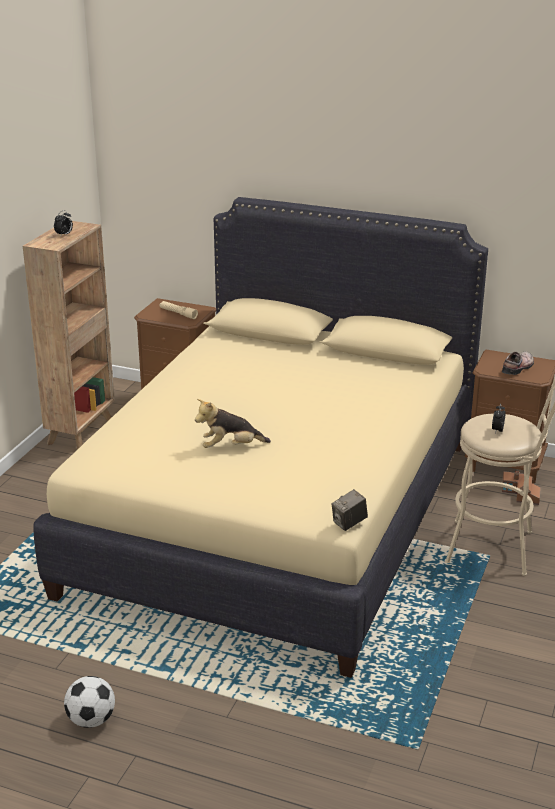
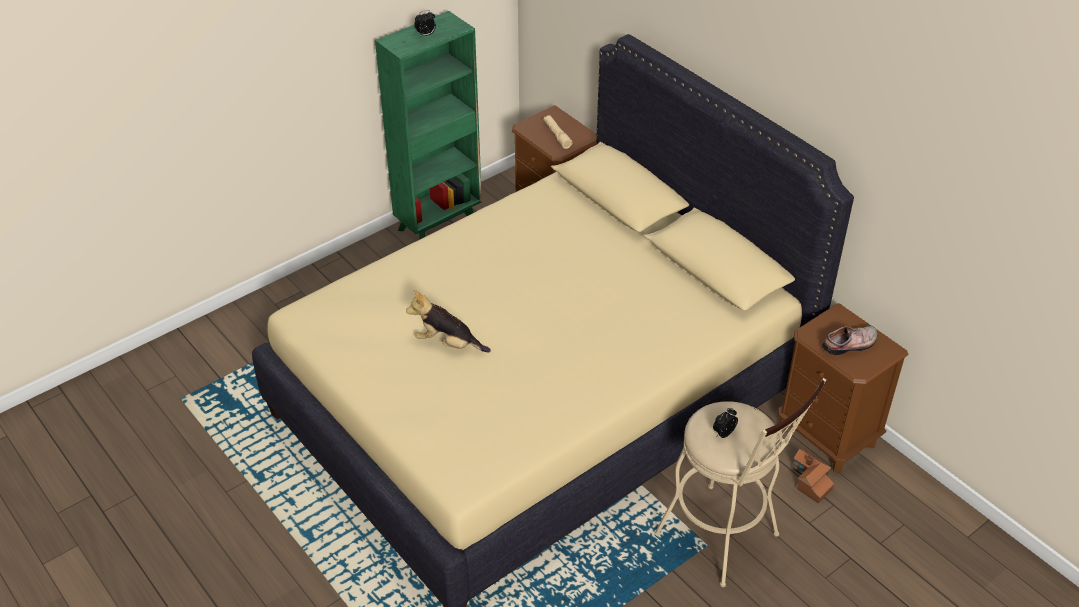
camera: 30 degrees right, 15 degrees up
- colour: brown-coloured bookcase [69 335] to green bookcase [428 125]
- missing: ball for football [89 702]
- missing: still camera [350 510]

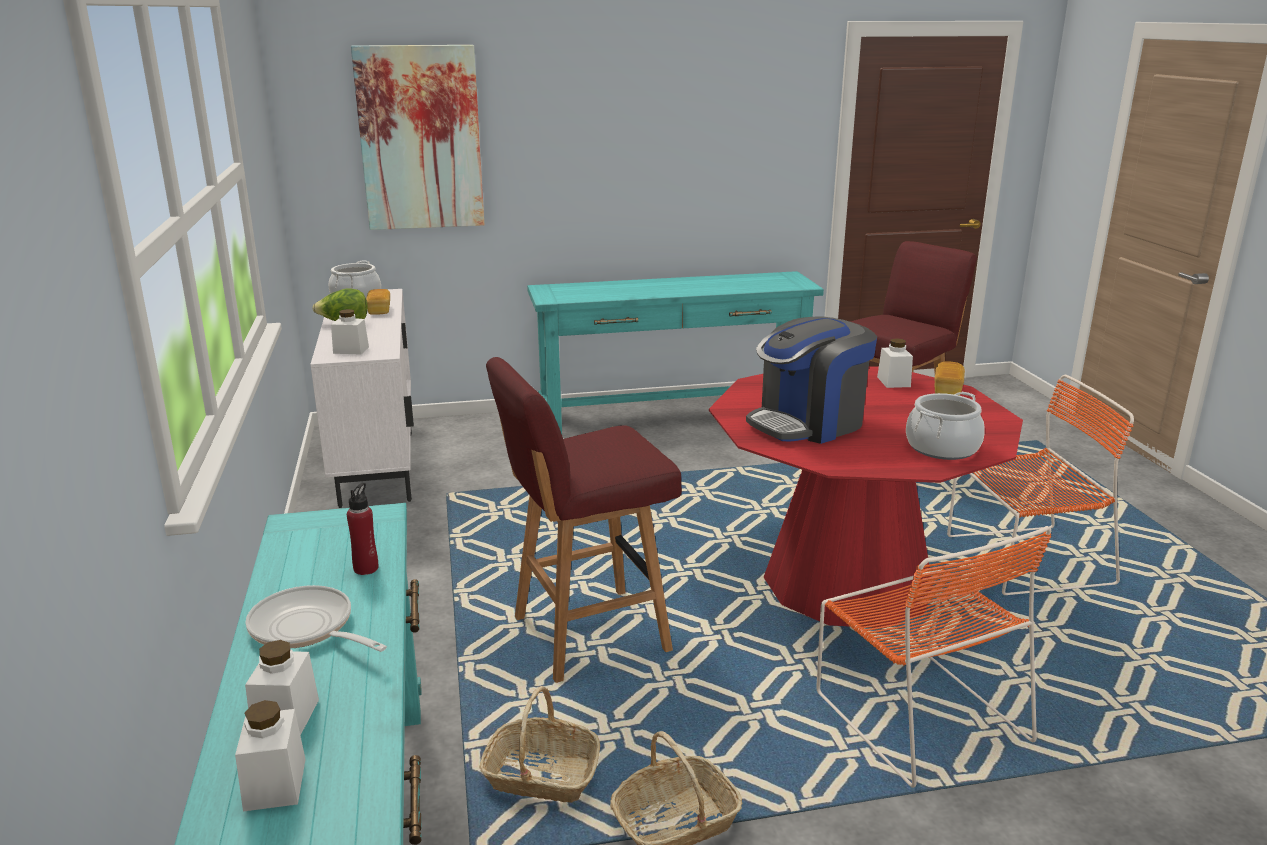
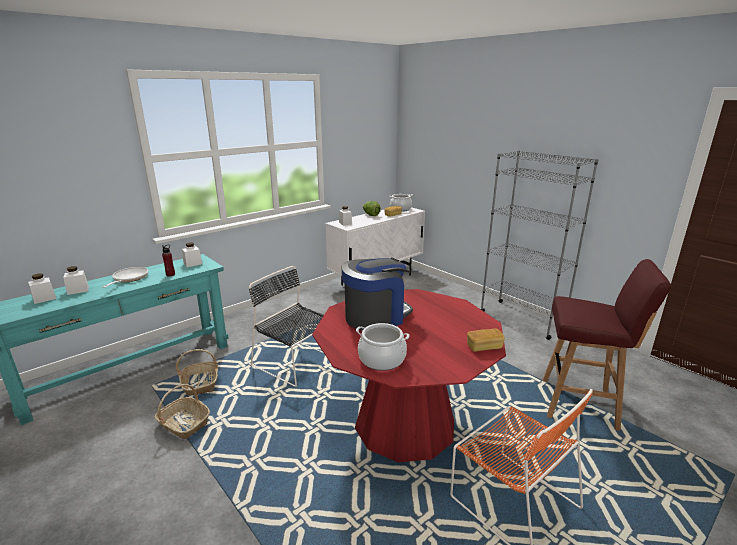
camera: 60 degrees right, 0 degrees up
- missing: wall picture [418 137]
- exchanged: red-coloured stool [584 520] to black plain chair [286 326]
- exchanged: turquoise console table [675 352] to greyish bookcase [540 245]
- spun: coffee brewer [811 380] = [377 294] 120 degrees clockwise
- missing: orangey plain chair [934 657]
- relocated: white-coloured jar [895 363] to [192 254]

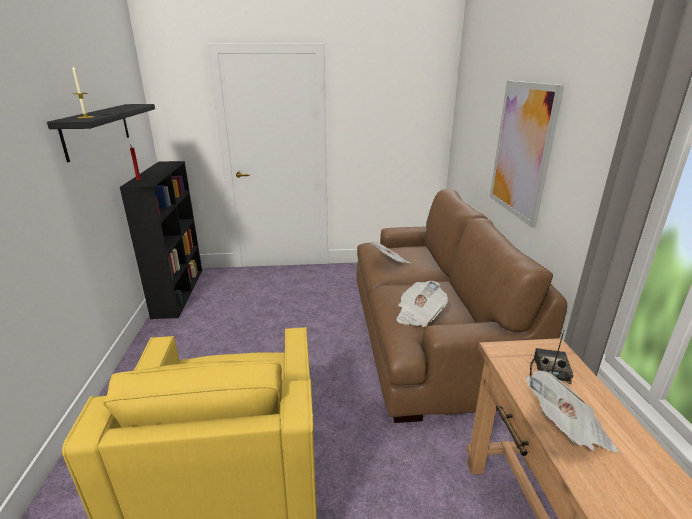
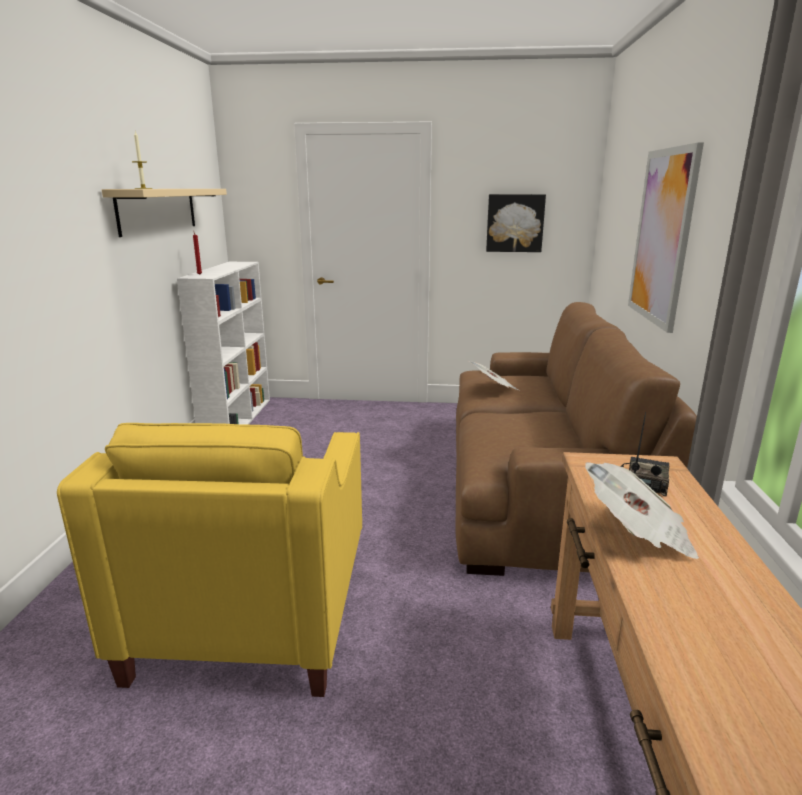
camera: 10 degrees right, 5 degrees down
- colour: black bracket shelf [101 133] to beige-coloured bracket shelf [164 213]
- colour: black bookcase [161 240] to white-coloured bookcase [223 343]
- missing: printed paper [422 304]
- appeared: wall picture [516 223]

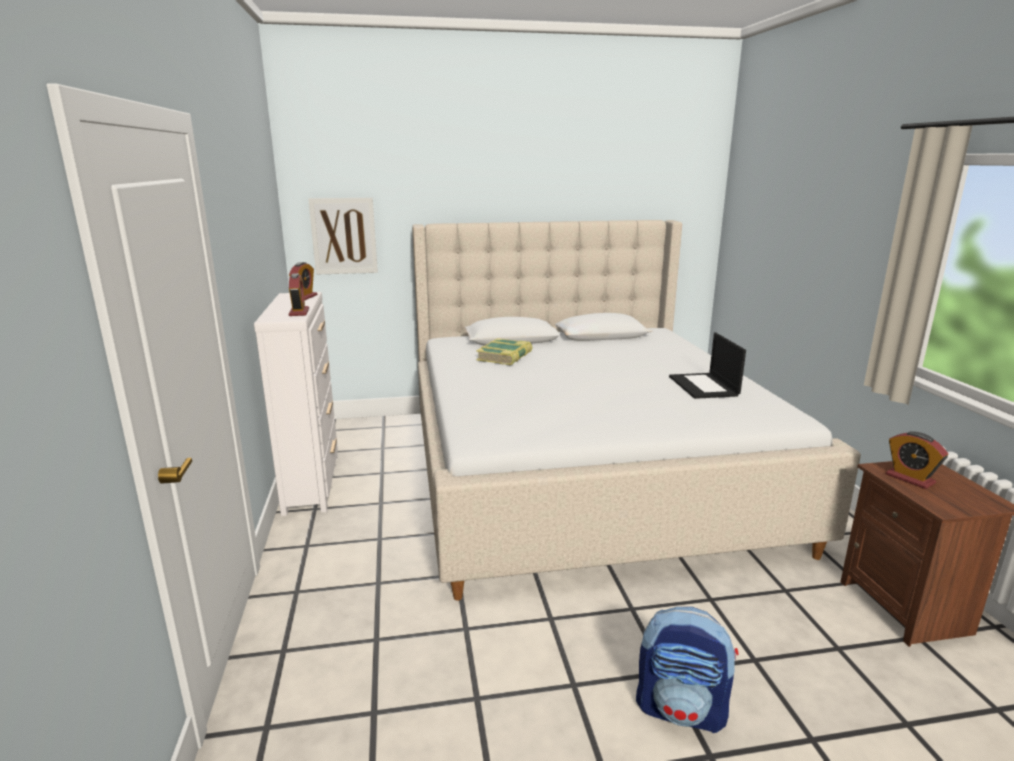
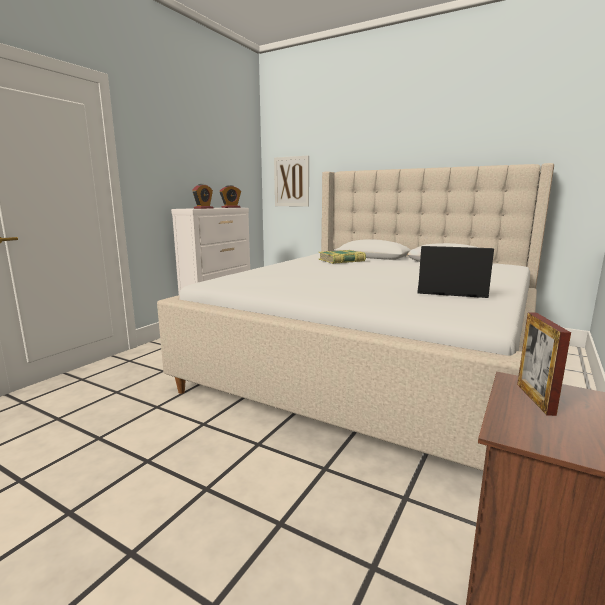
camera: 40 degrees right, 5 degrees down
- missing: rucksack [687 670]
- spun: notebook computer [707 366] = [455 272] 75 degrees clockwise
- exchanged: bedside clock [917 460] to standing frame [544 364]

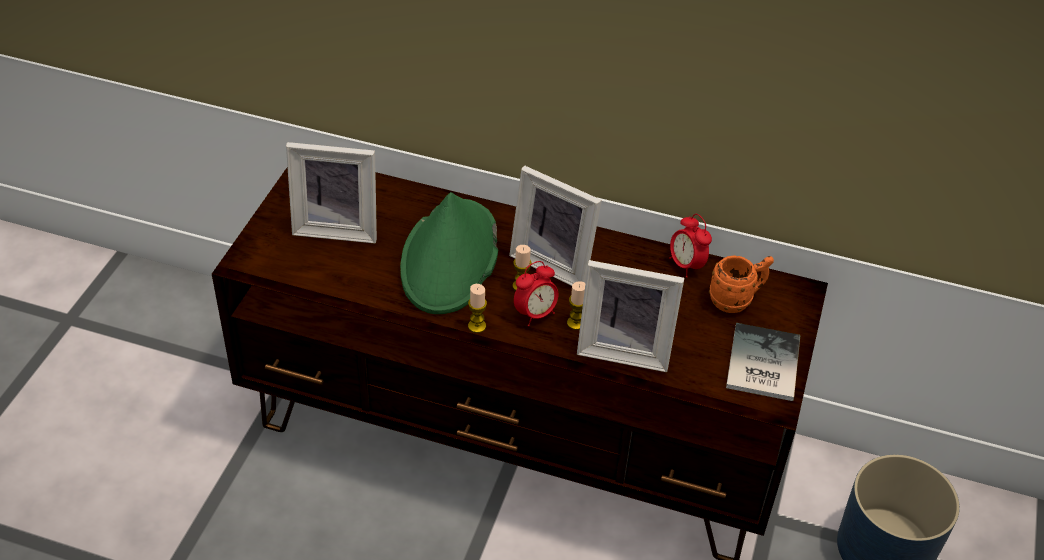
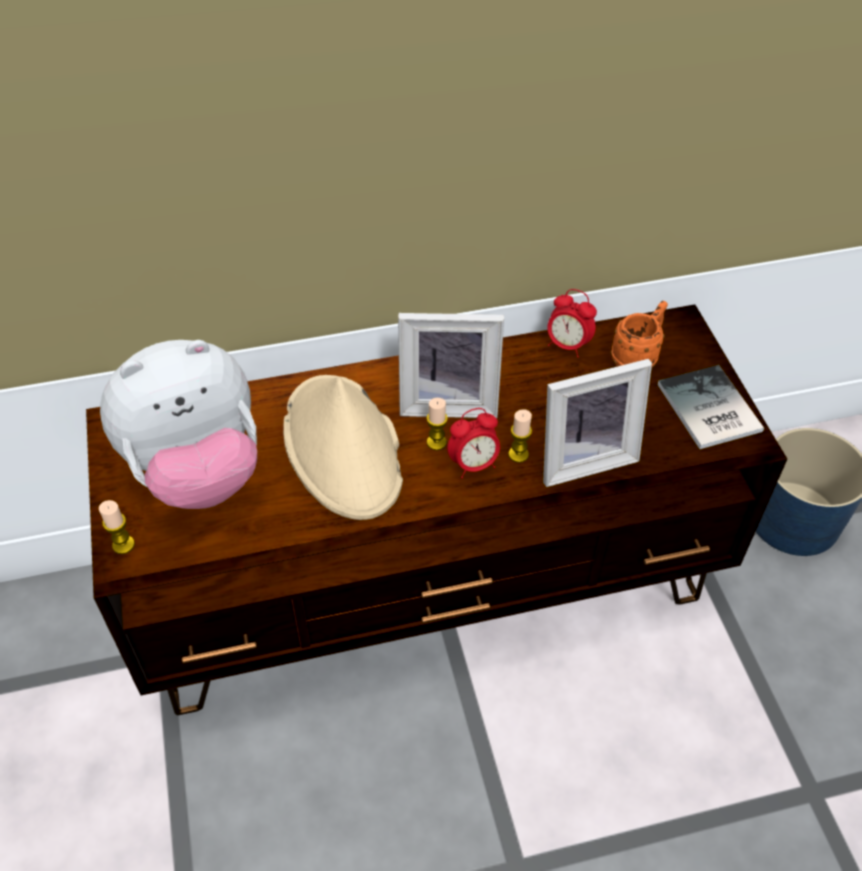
camera: 30 degrees left, 5 degrees up
- exchanged: standing frame [331 192] to soft toy [178 424]
- colour: green hat [449 253] to beige-coloured hat [343 447]
- relocated: candle [477 308] to [117 527]
- spun: bedside clock [536 293] = [473 443] 45 degrees clockwise

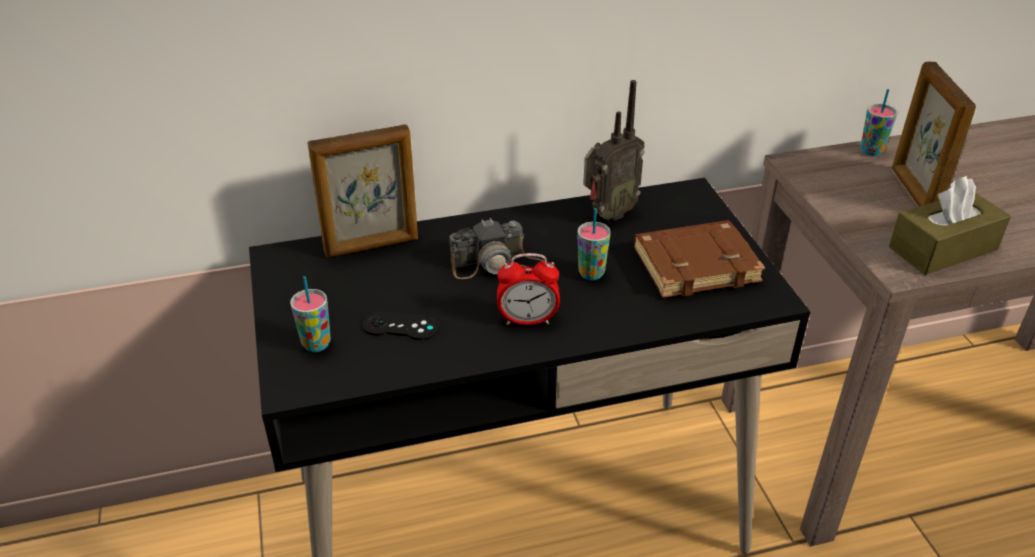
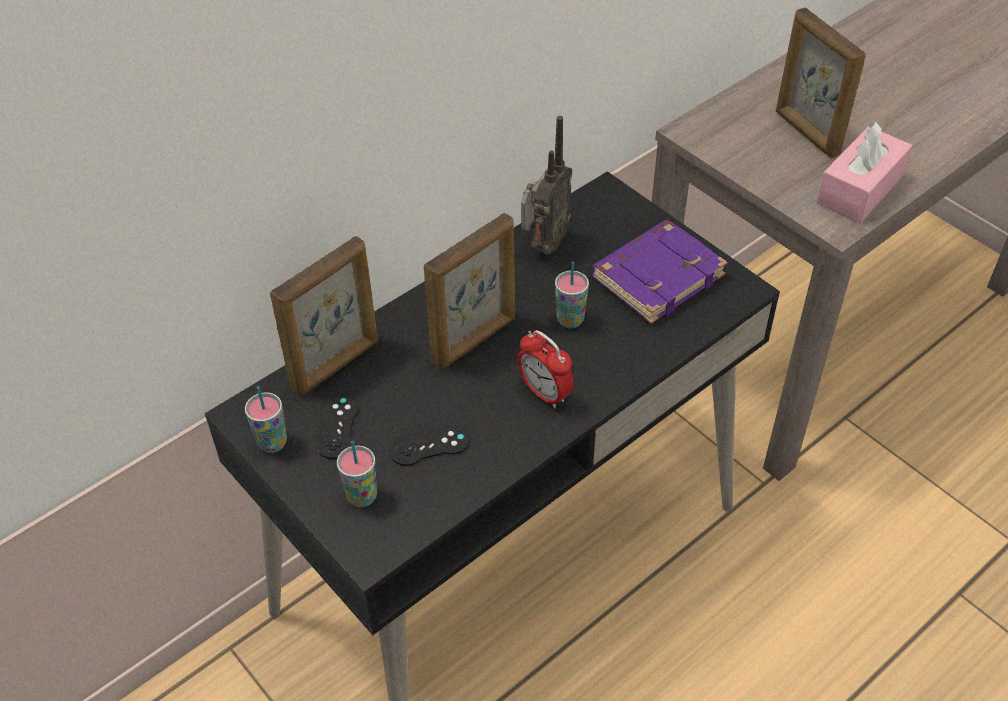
camera: 25 degrees left, 10 degrees up
- exchanged: still camera [496 248] to standing frame [469 291]
- spun: bedside clock [528 289] = [545 369] 75 degrees clockwise
- colour: brown-coloured bound book [699 259] to purplish bound book [659 272]
- relocated: cup [879 122] to [266 419]
- colour: brown-coloured tissue box [950 225] to pink tissue box [864 172]
- appeared: black game controller [337 426]

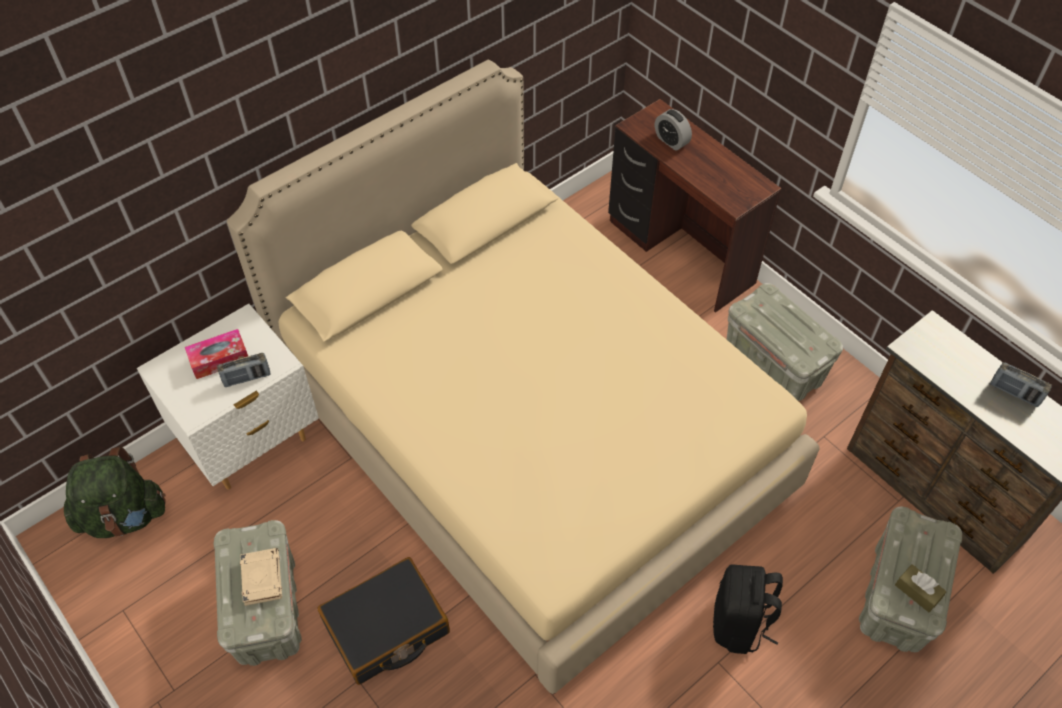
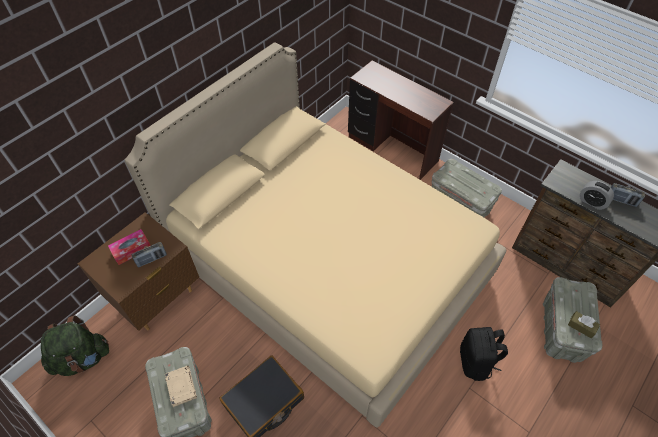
camera: 10 degrees left, 0 degrees up
- colour: white-coloured night table [228 397] to brown-coloured night table [138 271]
- relocated: bedside clock [673 130] to [597 195]

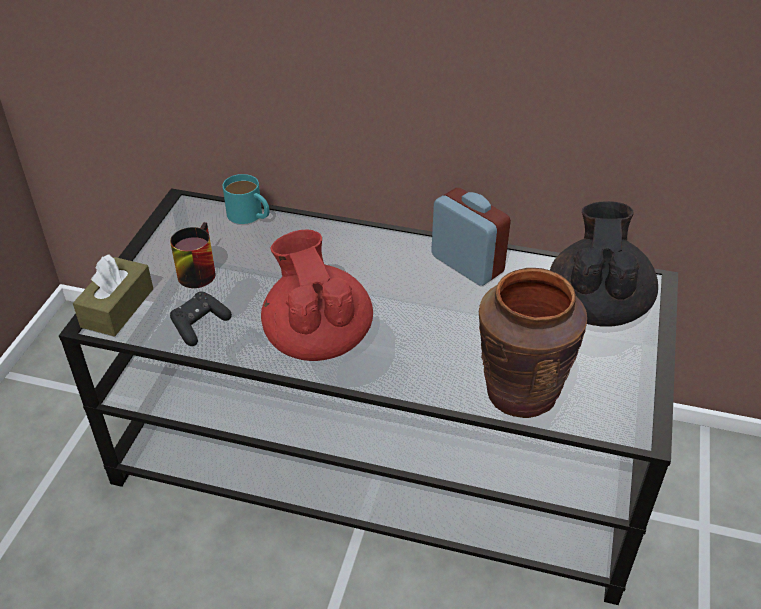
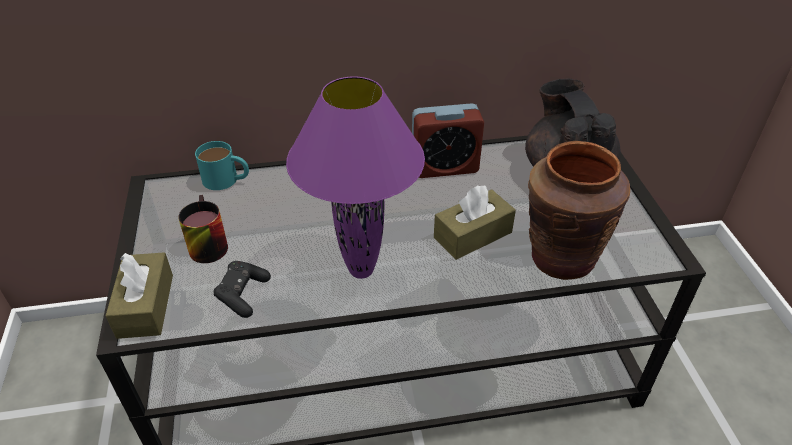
camera: 25 degrees left, 0 degrees up
- exchanged: red-coloured tea pot [317 295] to purplish lamp for a table [355 177]
- spun: bedside clock [471 237] = [448 140] 150 degrees clockwise
- appeared: brown-coloured tissue box [475 223]

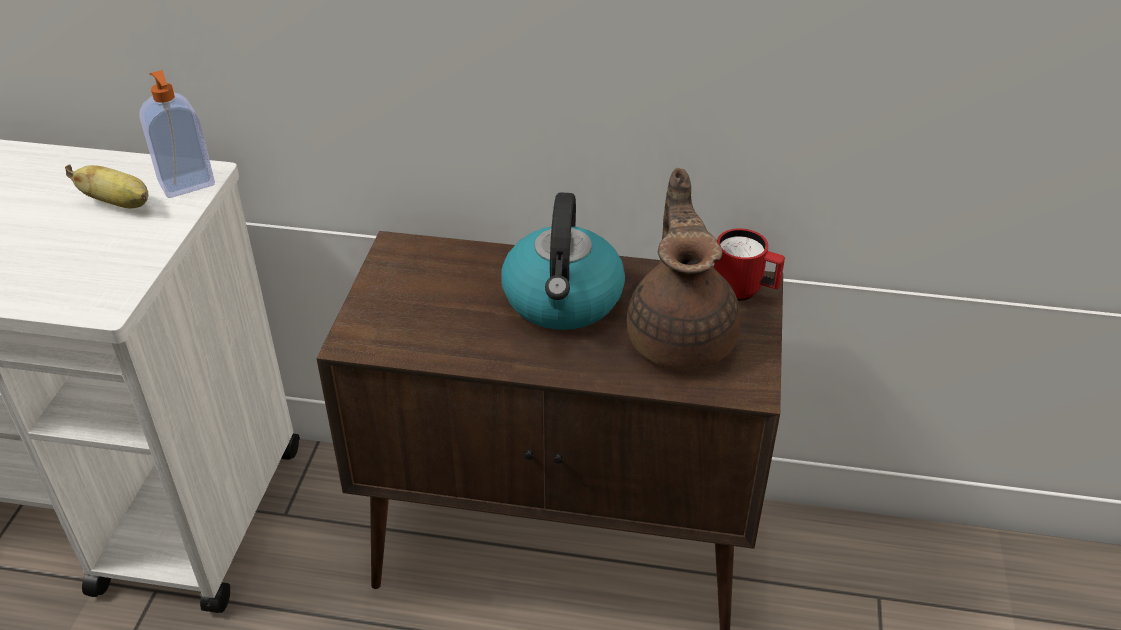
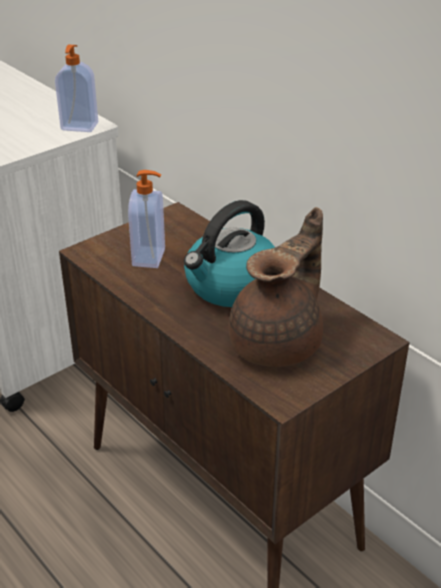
camera: 40 degrees right, 5 degrees down
- missing: banana fruit [106 186]
- missing: red-coloured coffee mug [749 265]
- appeared: soap dispenser [146 219]

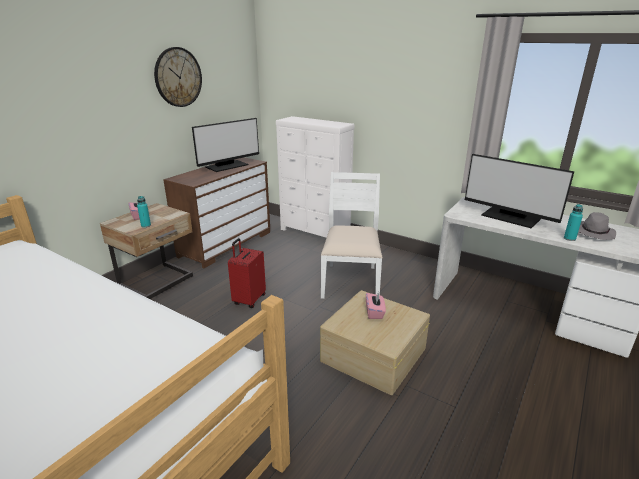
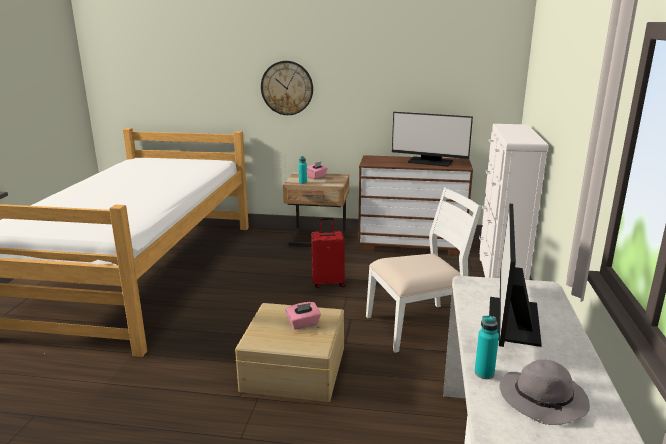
camera: 65 degrees right, 5 degrees down
- relocated: wall clock [178 77] to [287 88]

